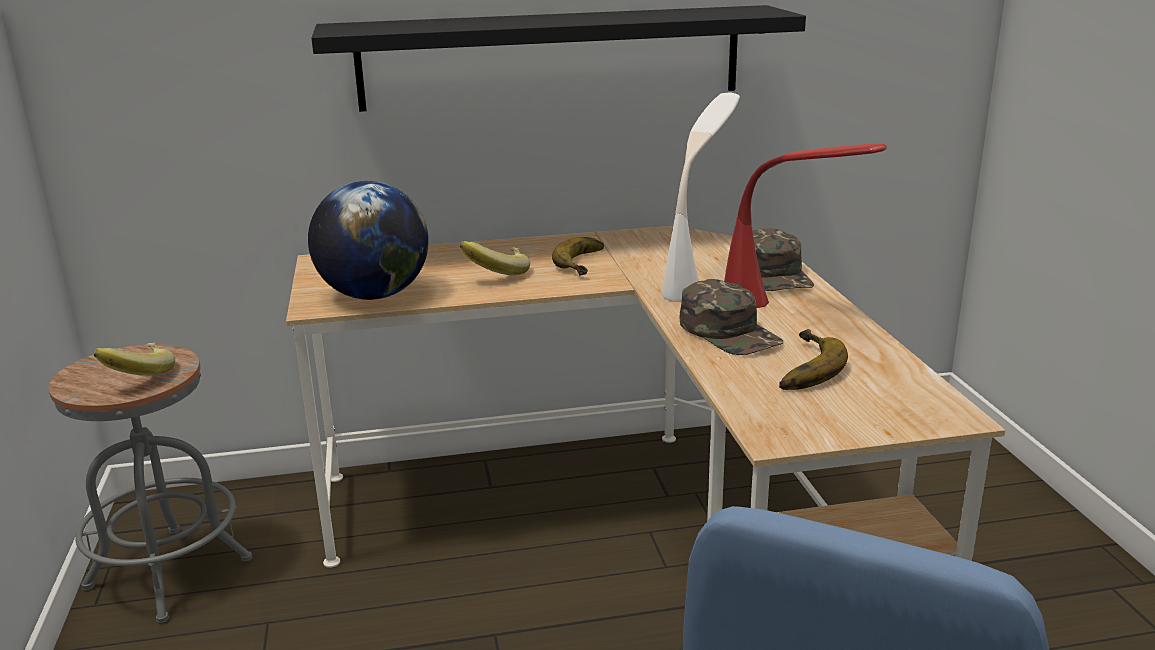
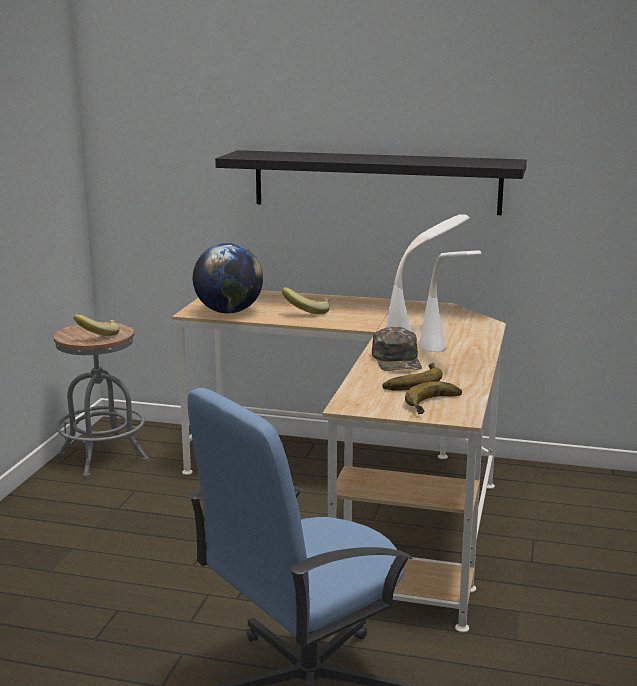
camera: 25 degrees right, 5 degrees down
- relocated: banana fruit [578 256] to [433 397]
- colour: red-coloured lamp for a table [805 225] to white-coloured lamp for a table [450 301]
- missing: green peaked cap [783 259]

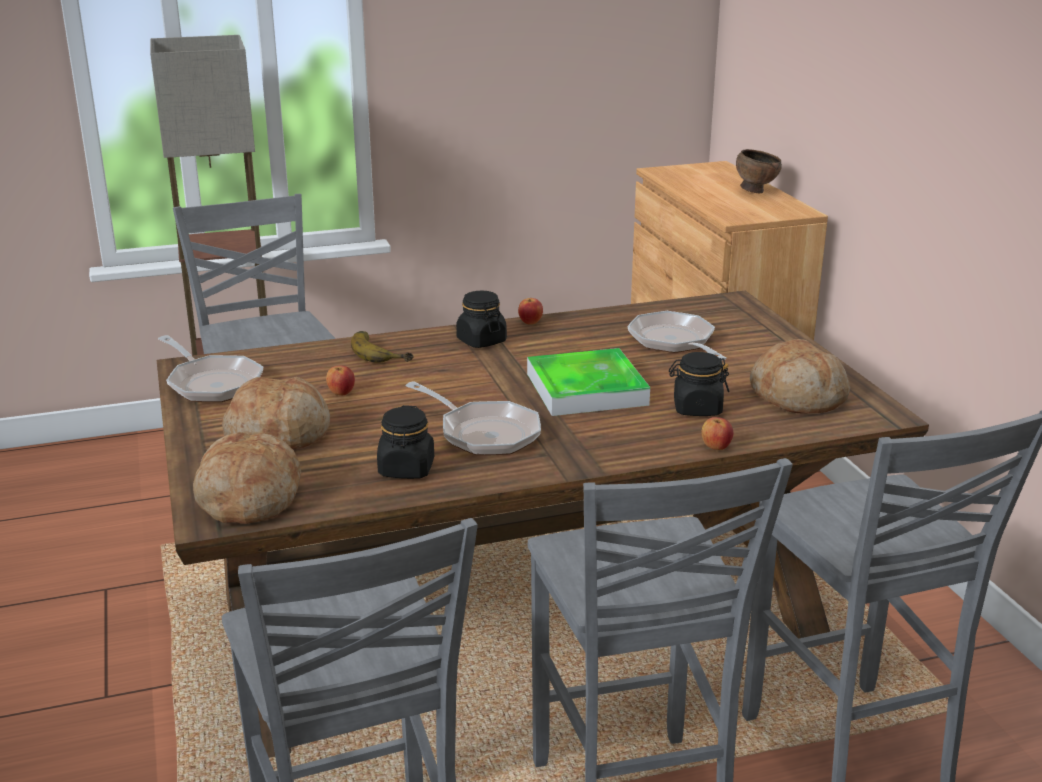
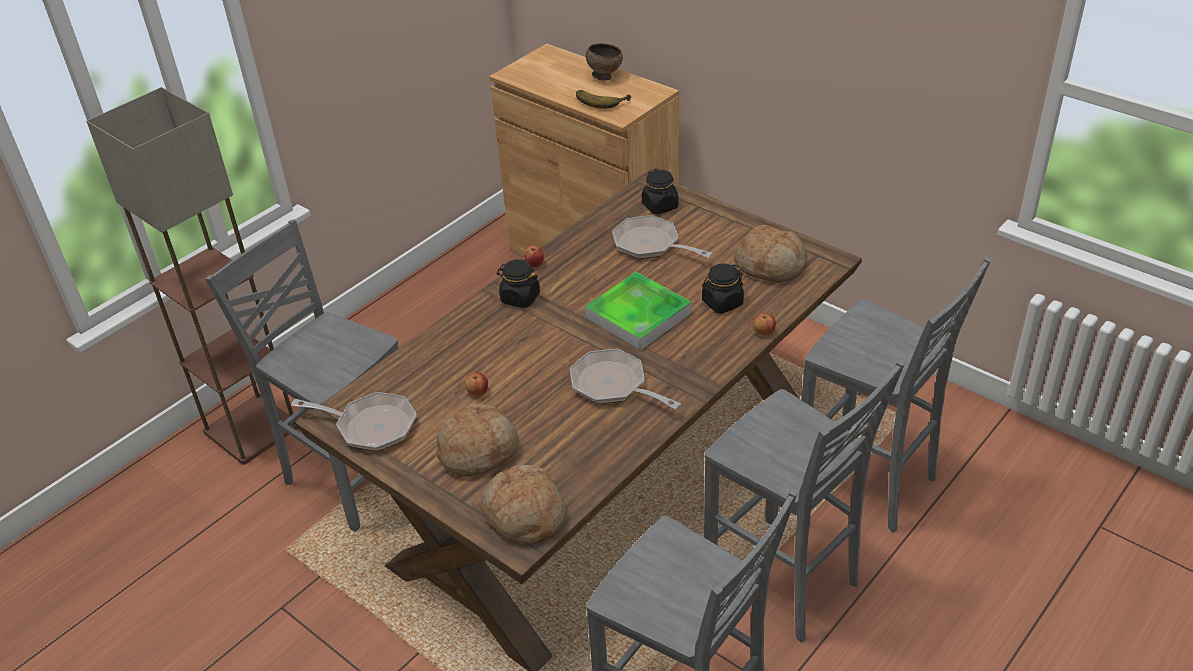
camera: 30 degrees left, 15 degrees up
- relocated: banana fruit [382 347] to [603 99]
- relocated: black jar [405 442] to [660 191]
- spun: frying pan [473 418] = [625 379] 150 degrees counterclockwise

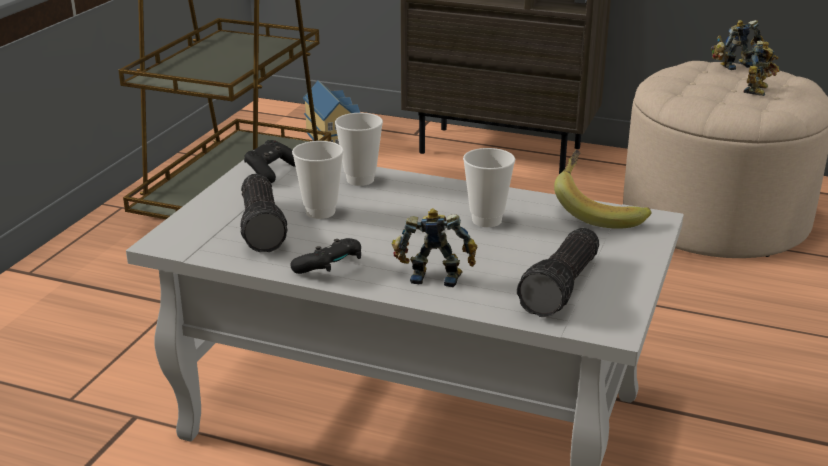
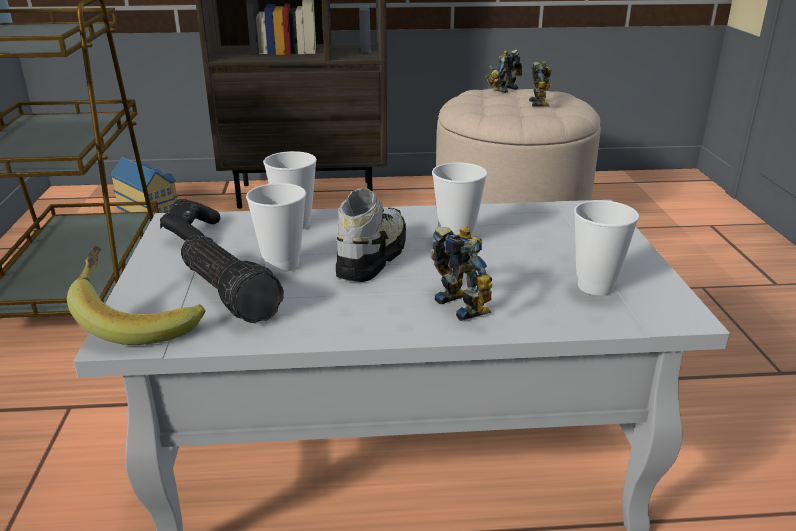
camera: 25 degrees left, 0 degrees up
- missing: black game controller [326 256]
- spun: robot figure [434 247] = [461 273] 75 degrees clockwise
- exchanged: torch [558 272] to cup [606 247]
- relocated: banana fruit [603 189] to [136 295]
- appeared: low shoe [371 235]

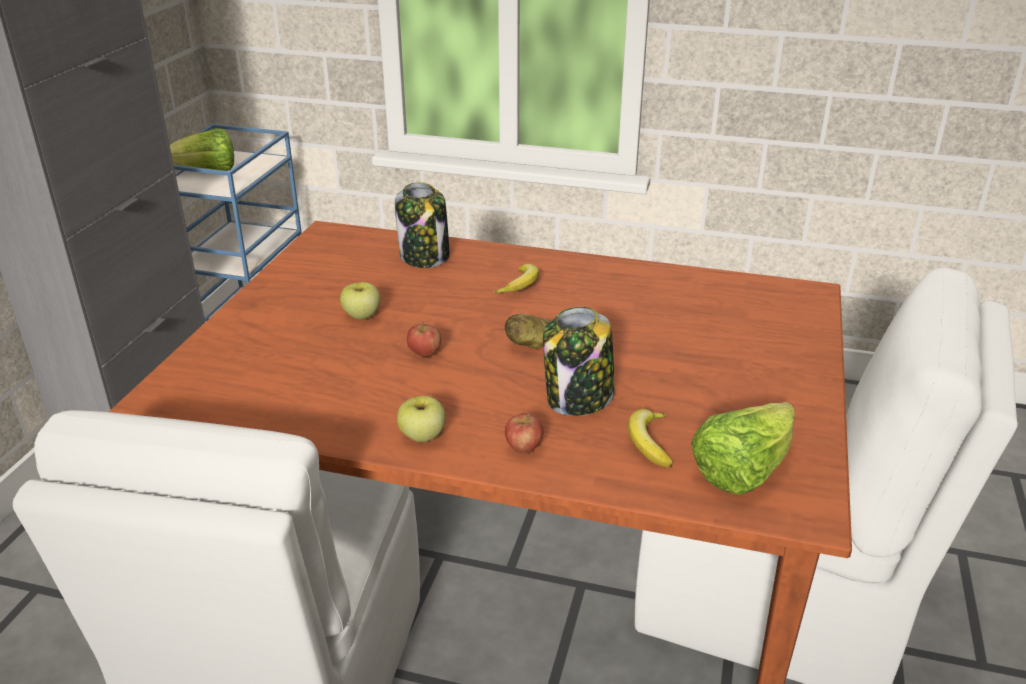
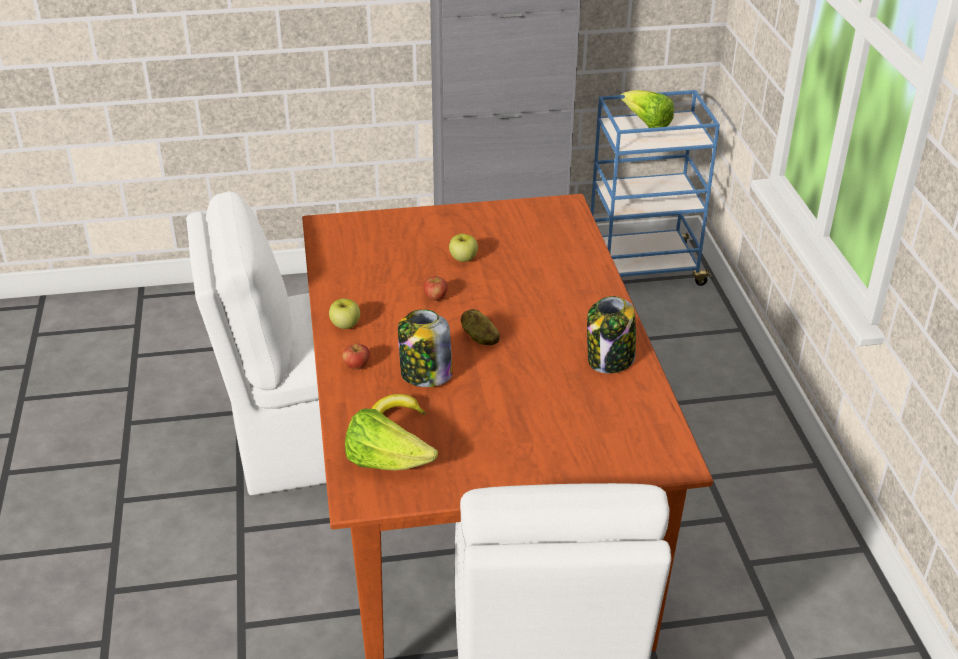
camera: 65 degrees right, 5 degrees up
- relocated: jar [422 225] to [611 334]
- missing: banana fruit [516 278]

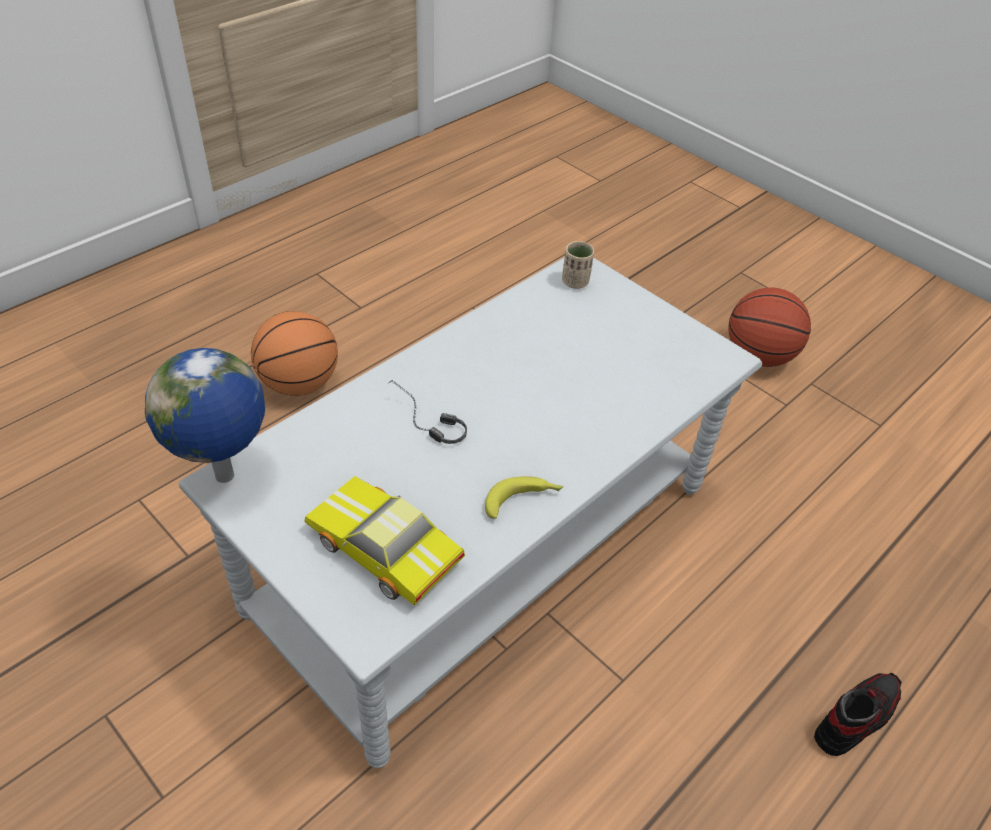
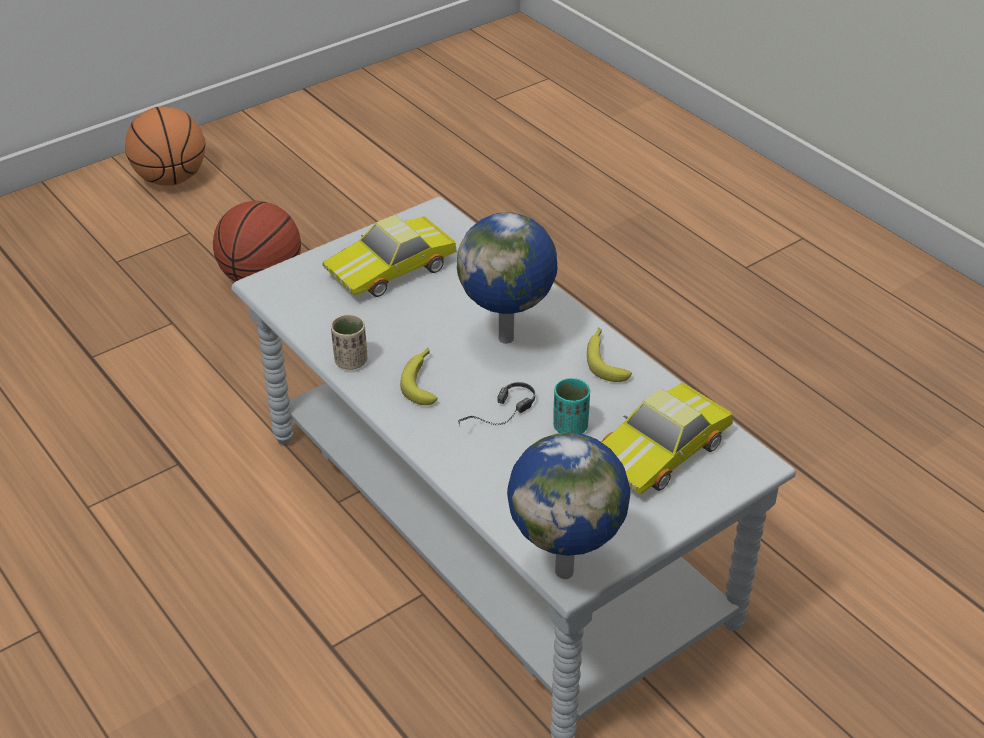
camera: 80 degrees left, 5 degrees down
- relocated: ball for basketball [294 353] to [165 146]
- relocated: beige-coloured cup [578 265] to [349 342]
- missing: low shoe [858 714]
- appeared: toy car [389 256]
- appeared: banana fruit [419 376]
- appeared: globe [507 278]
- appeared: turquoise cup [571 406]

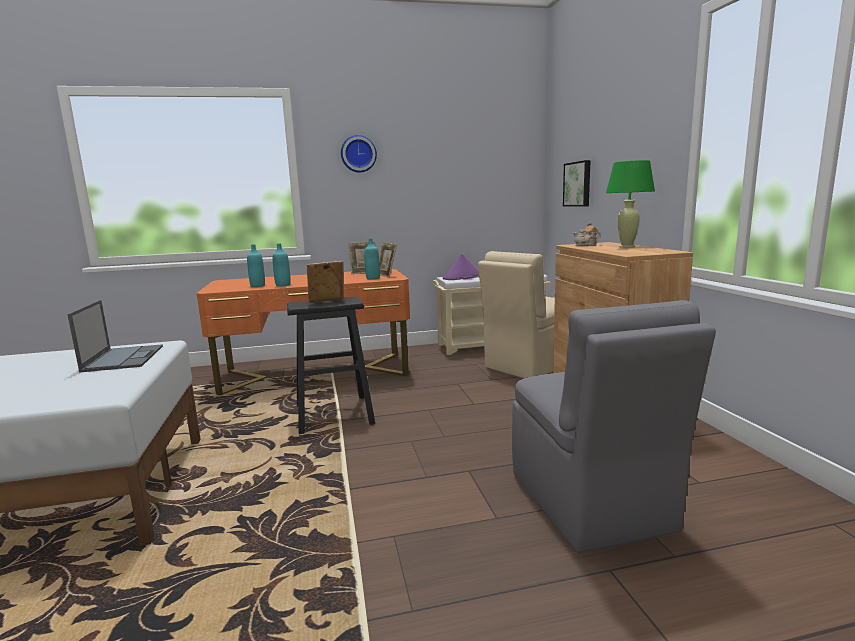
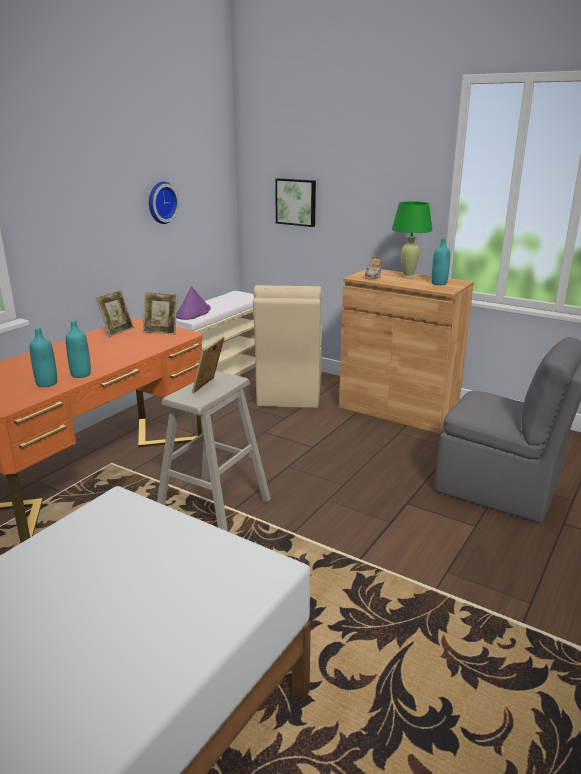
camera: 45 degrees left, 10 degrees up
- missing: notebook computer [115 336]
- colour: black stool [331 365] to beige-coloured stool [214 451]
- relocated: wall clock [359 154] to [164 202]
- relocated: turquoise beverage bottle [372 259] to [441 261]

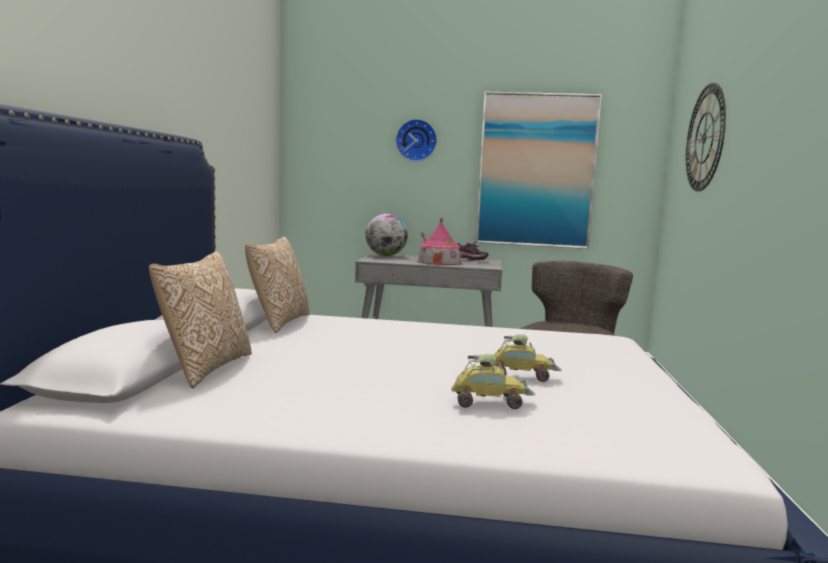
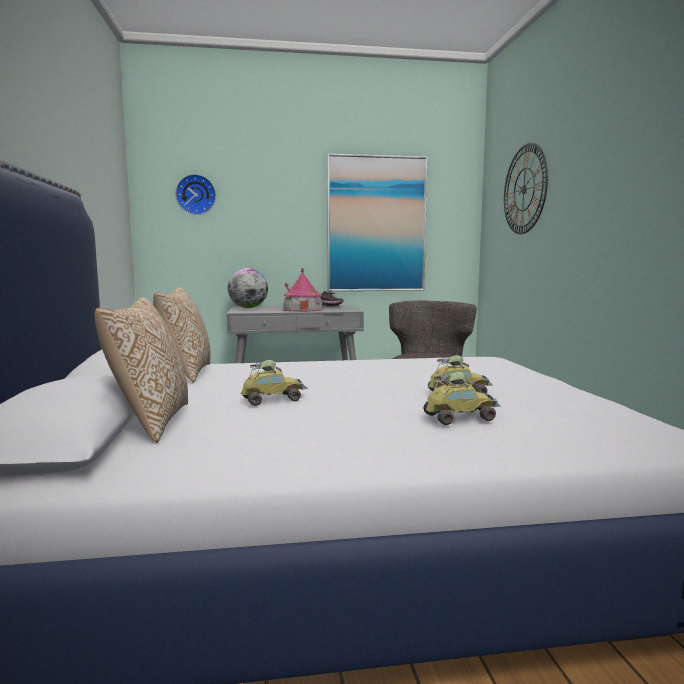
camera: 15 degrees left, 0 degrees up
- relocated: wall clock [416 140] to [195 194]
- appeared: toy car [274 383]

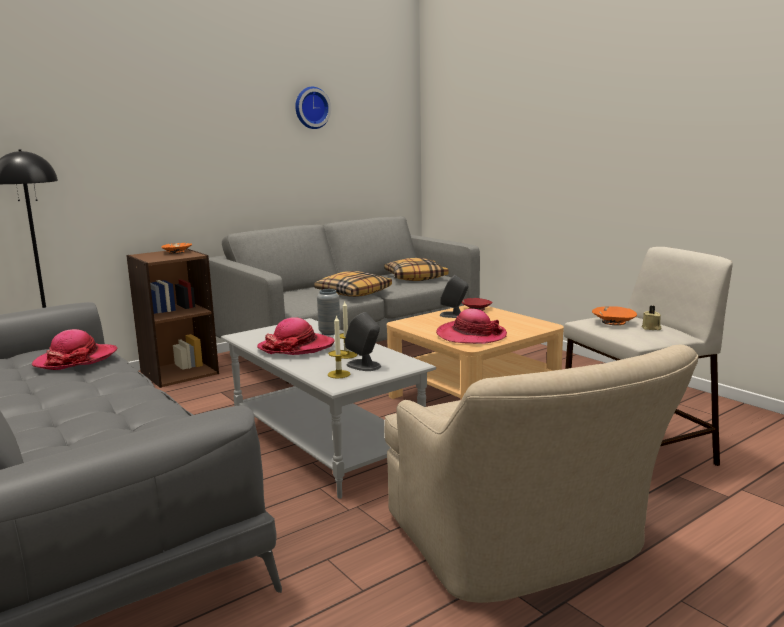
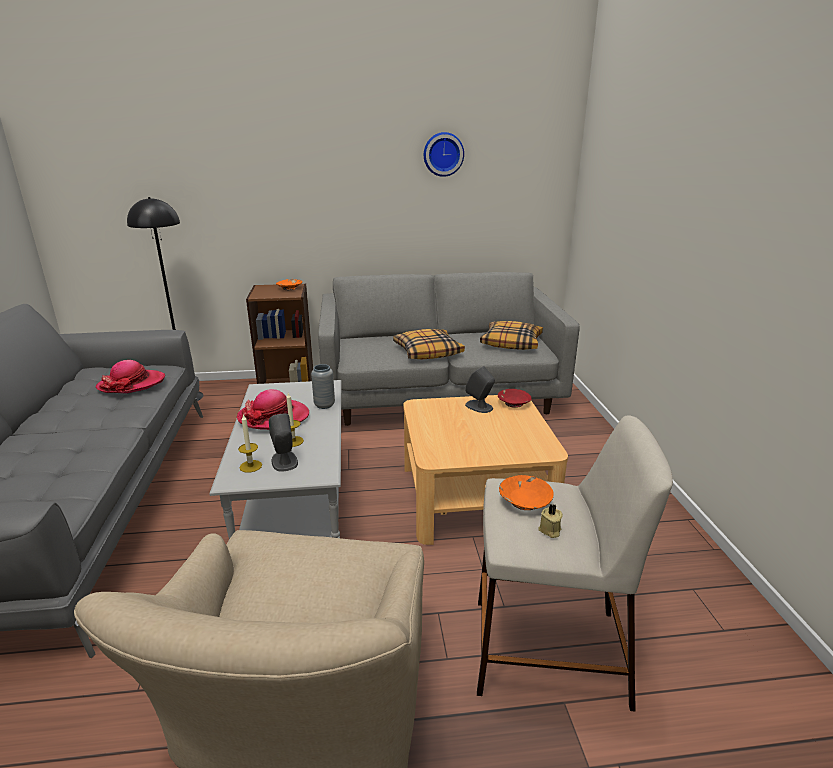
camera: 30 degrees right, 10 degrees up
- missing: hat [471 326]

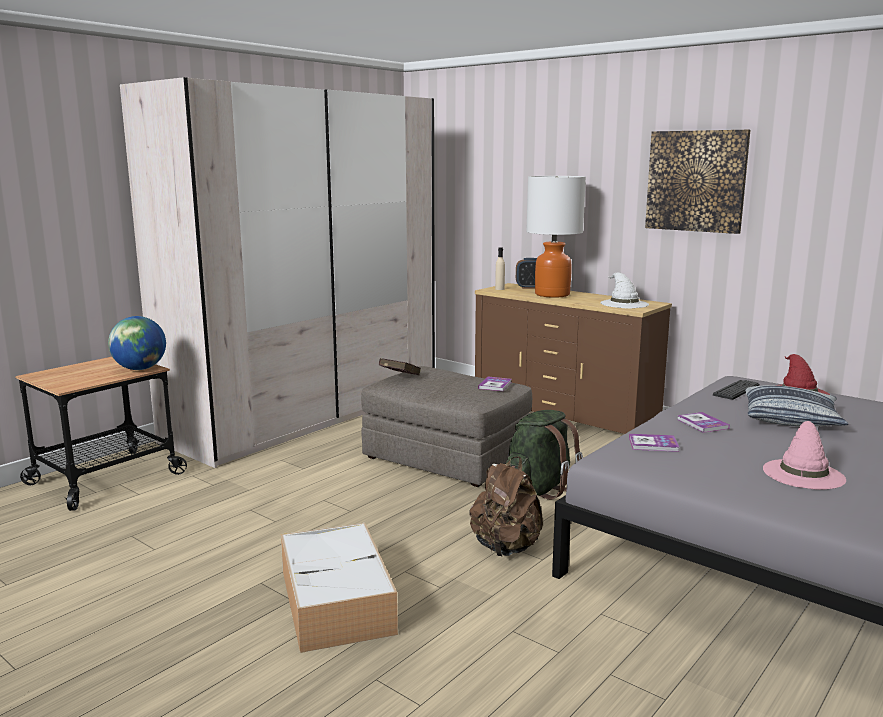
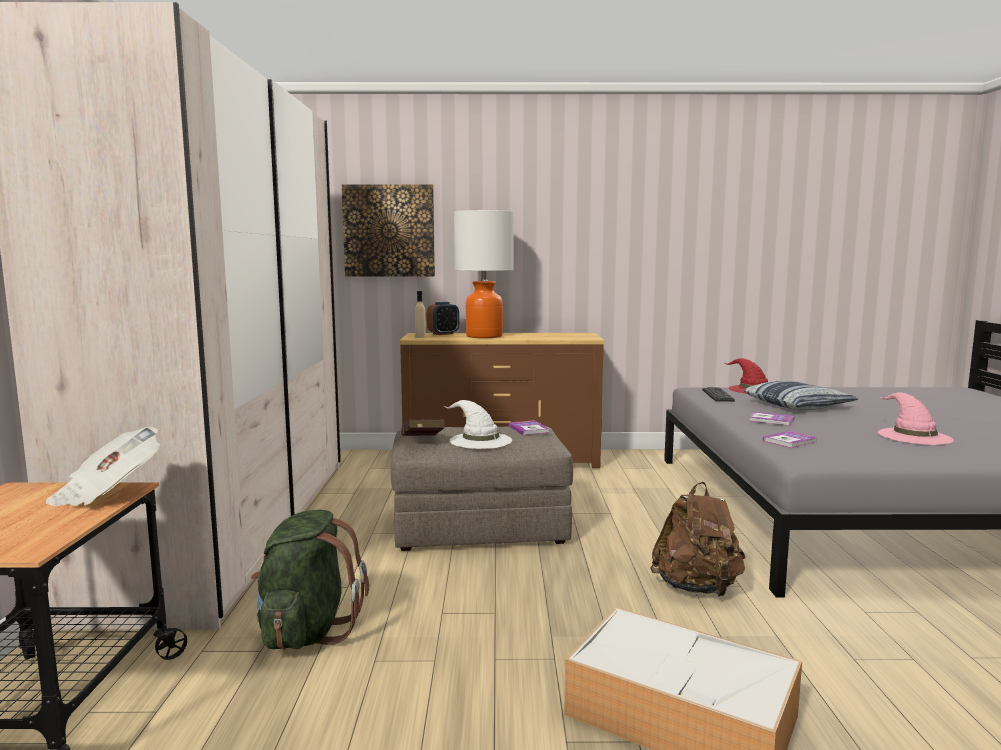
camera: 40 degrees left, 5 degrees down
- exchanged: globe [137 343] to printed paper [103 466]
- relocated: green rucksack [544 455] to [310 580]
- relocated: white-coloured hat [624 290] to [478 424]
- relocated: wall picture [698 182] to [388 230]

